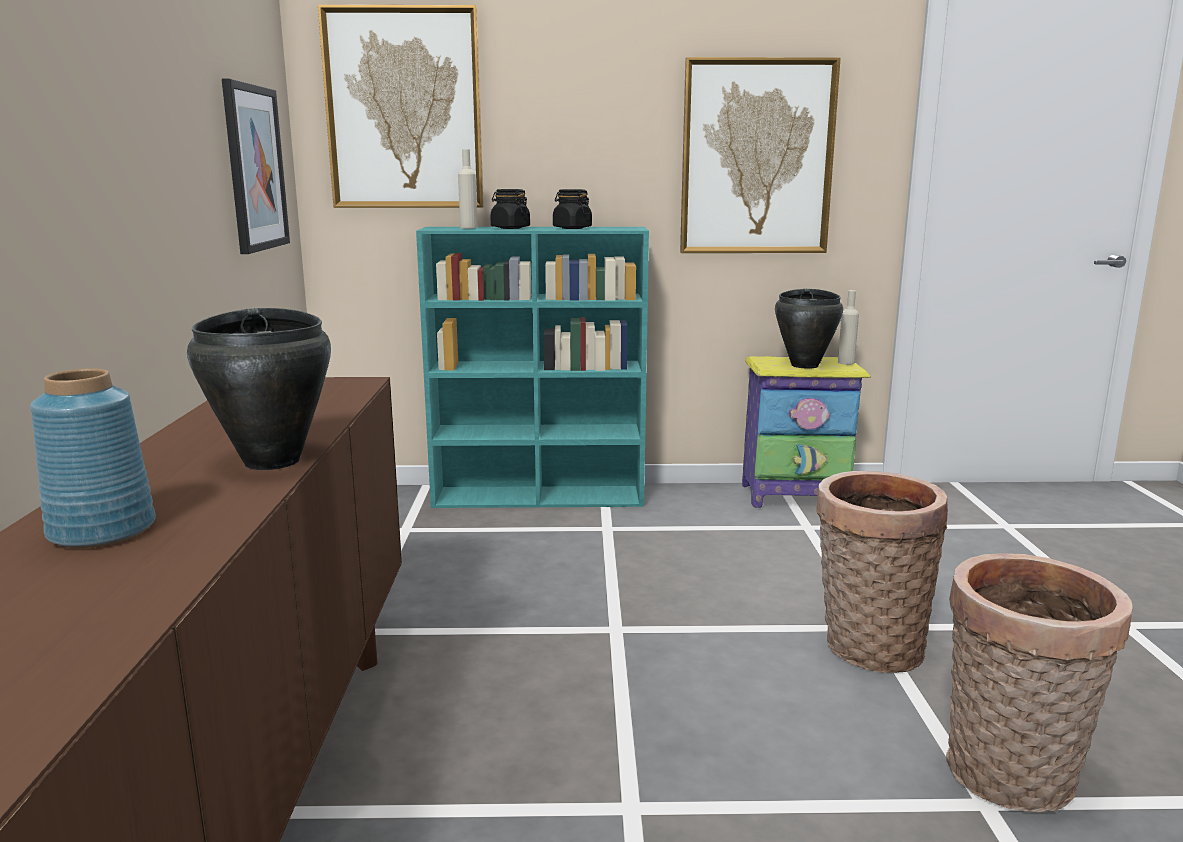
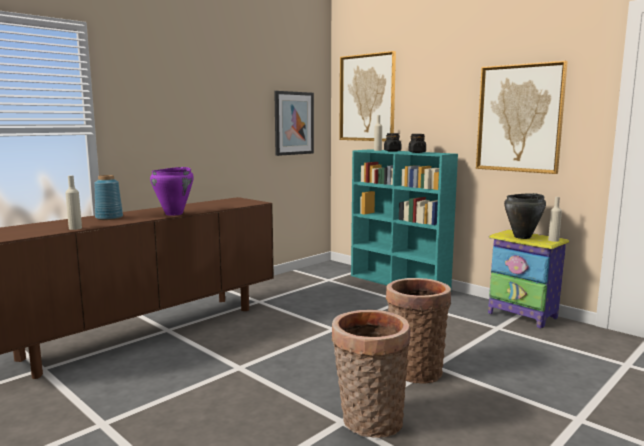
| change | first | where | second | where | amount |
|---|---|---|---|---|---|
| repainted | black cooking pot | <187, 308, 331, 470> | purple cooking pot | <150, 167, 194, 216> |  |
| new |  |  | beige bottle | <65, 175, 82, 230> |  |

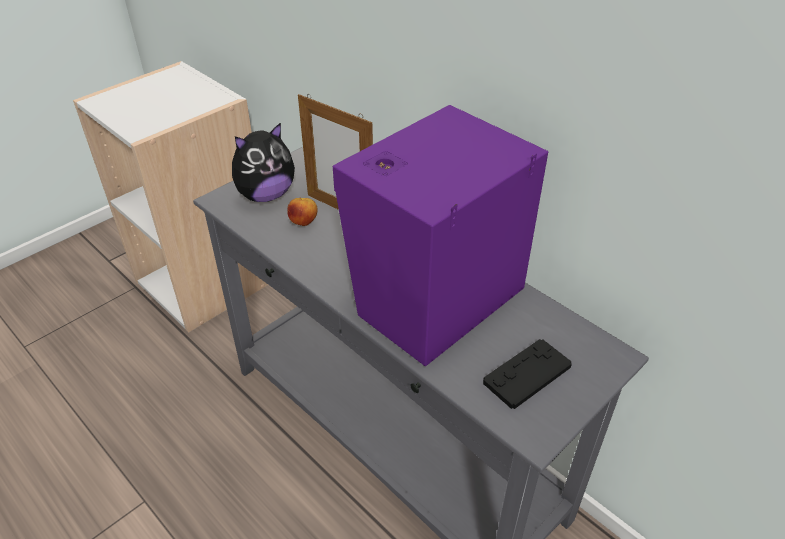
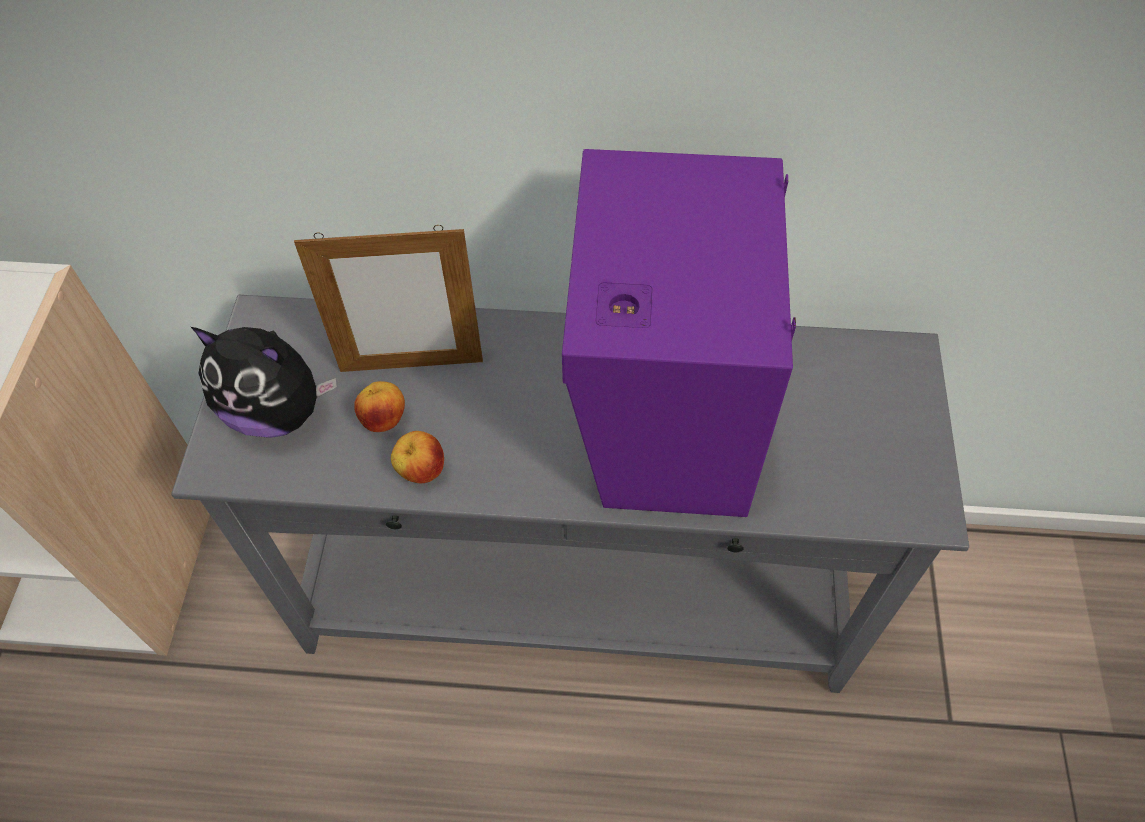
| change | first | where | second | where | amount |
|---|---|---|---|---|---|
| rotated | plush toy | <232, 122, 295, 202> |  | <191, 327, 337, 438> | 90 degrees clockwise |
| gone | black game controller | <483, 339, 572, 409> |  |  |  |
| new |  |  | apple | <391, 431, 444, 483> |  |

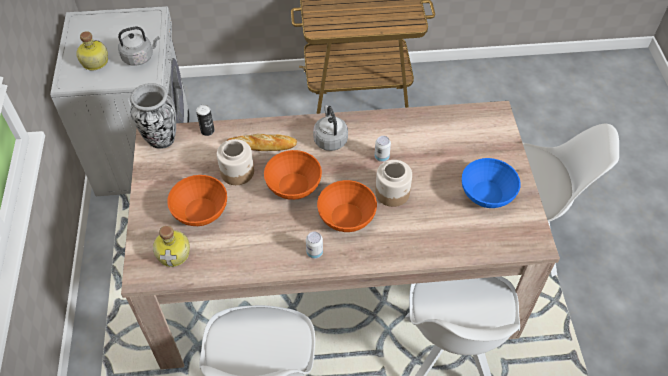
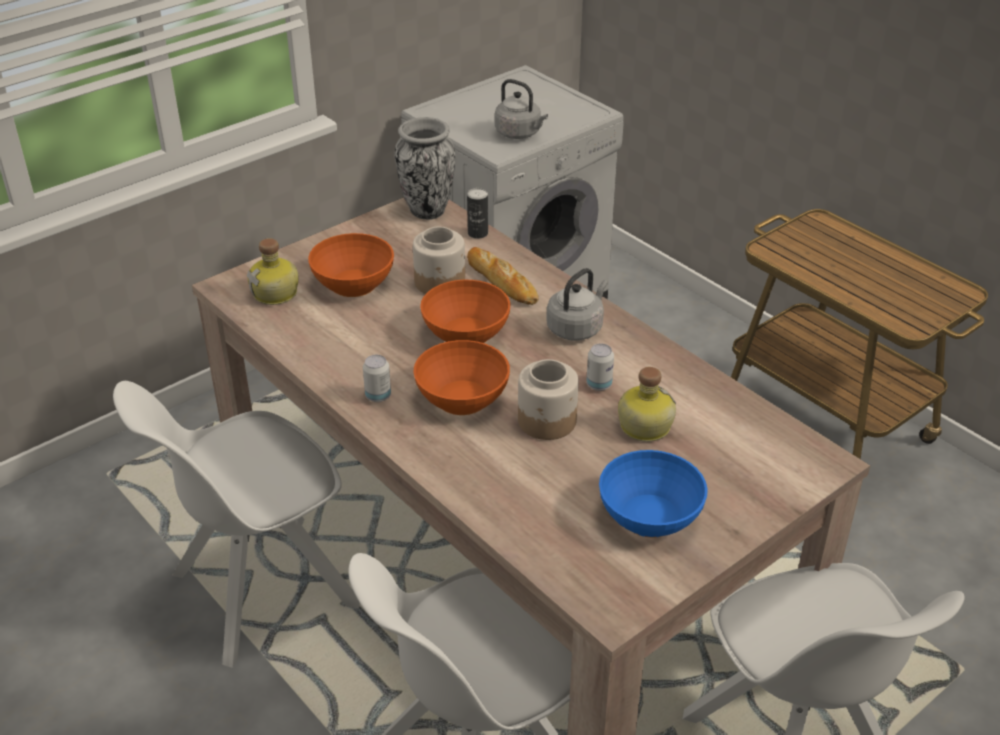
| change | first | where | second | where | amount |
|---|---|---|---|---|---|
| shifted | bottle | <76, 31, 108, 70> |  | <618, 367, 676, 442> |  |

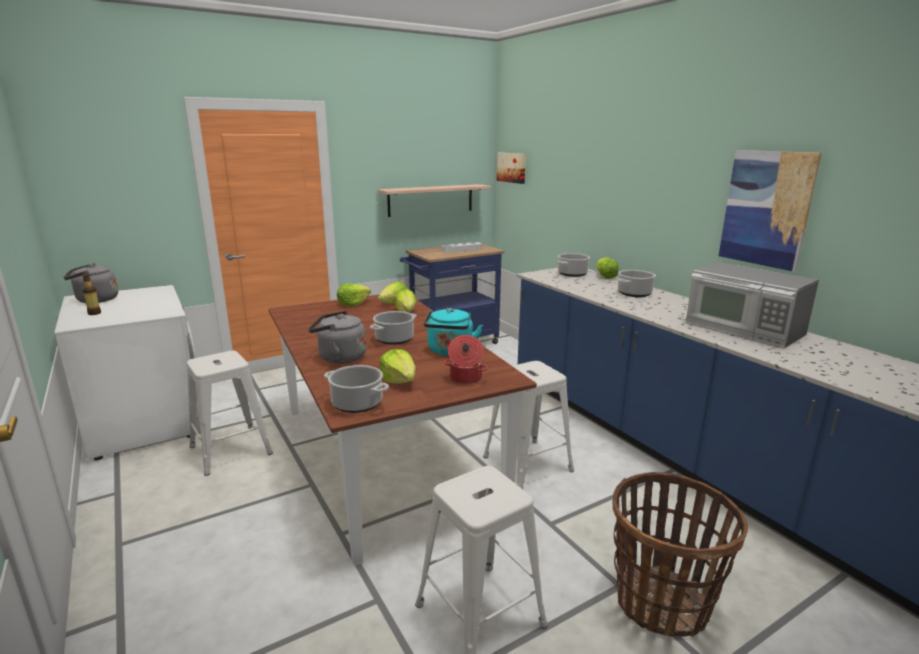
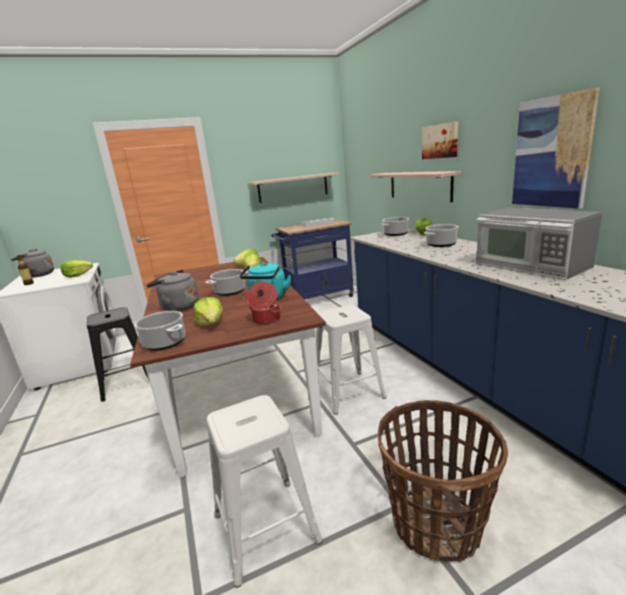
| change | first | where | second | where | amount |
|---|---|---|---|---|---|
| repainted | white stool | <187, 351, 273, 476> | black stool | <87, 307, 149, 402> |  |
| shifted | lettuce | <337, 284, 371, 306> |  | <60, 260, 93, 278> |  |
| shifted | picture | <497, 153, 526, 184> |  | <422, 121, 458, 159> |  |
| new |  |  | shelf | <370, 171, 462, 202> |  |

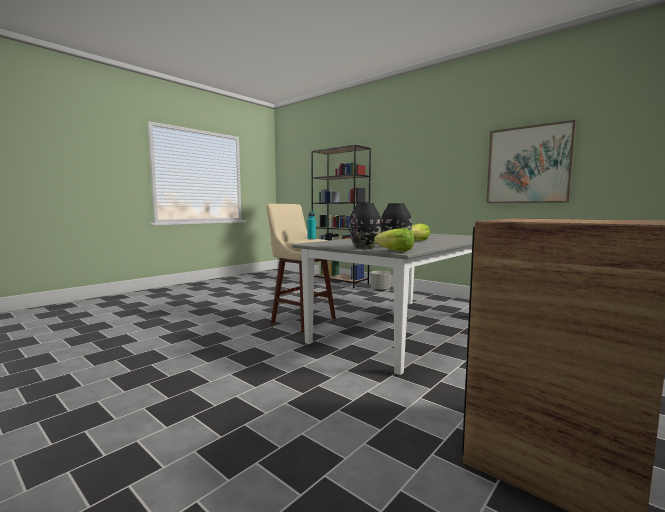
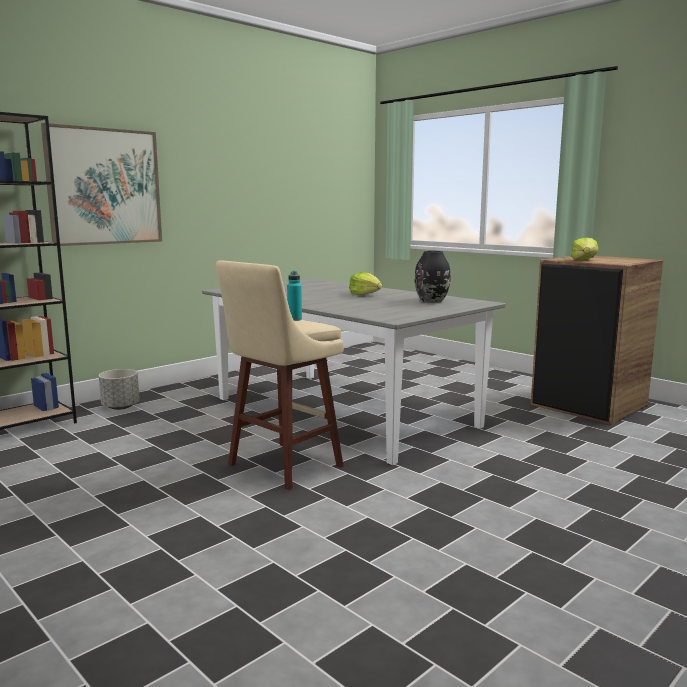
| change | first | where | second | where | amount |
|---|---|---|---|---|---|
| gone | black vase | <349, 203, 381, 249> |  |  |  |
| shifted | lettuce | <374, 228, 414, 252> |  | <571, 237, 599, 260> |  |
| shifted | picture | <486, 120, 576, 203> |  | <41, 123, 162, 246> |  |

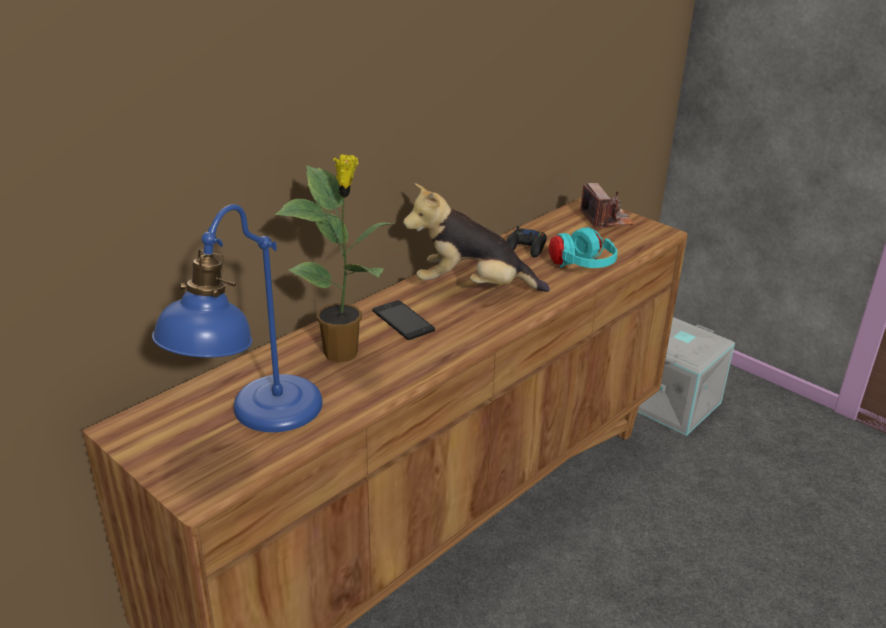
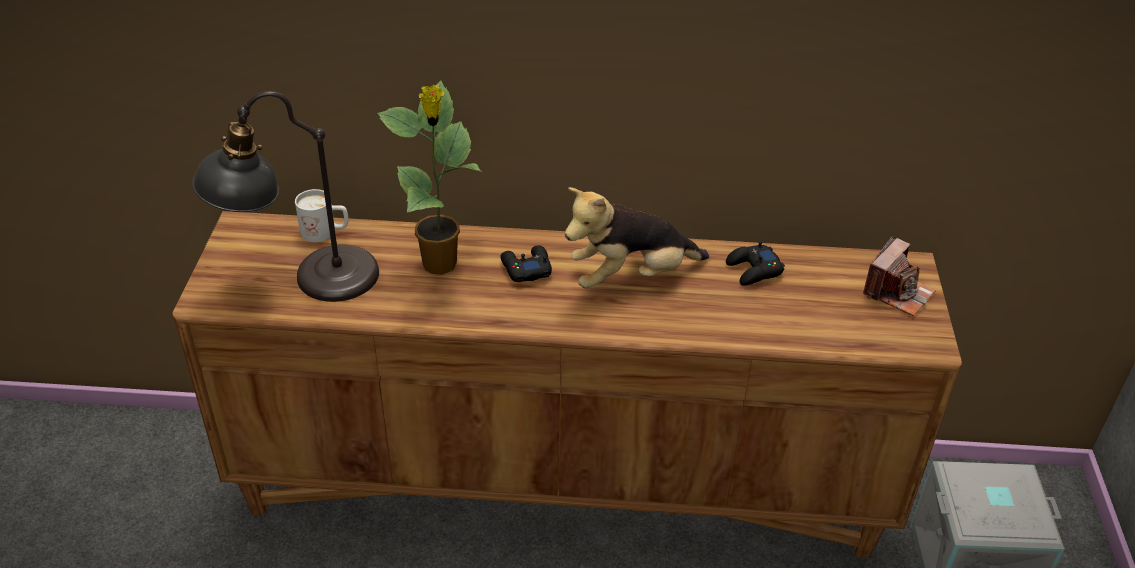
| change | first | where | second | where | amount |
|---|---|---|---|---|---|
| repainted | blue table lamp | <152, 204, 323, 432> | grey table lamp | <192, 91, 379, 302> |  |
| swapped | phone | <372, 300, 435, 340> | black game controller | <501, 245, 552, 282> |  |
| rotated | plush toy | <403, 183, 550, 292> |  | <565, 187, 709, 288> | 75 degrees counterclockwise |
| gone | turquoise headphones | <549, 227, 618, 268> |  |  |  |
| new |  |  | white mug | <295, 189, 349, 242> |  |

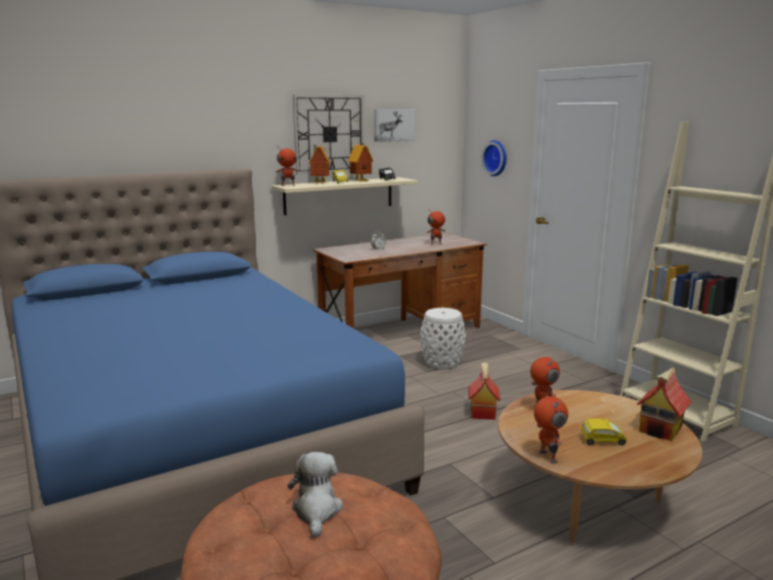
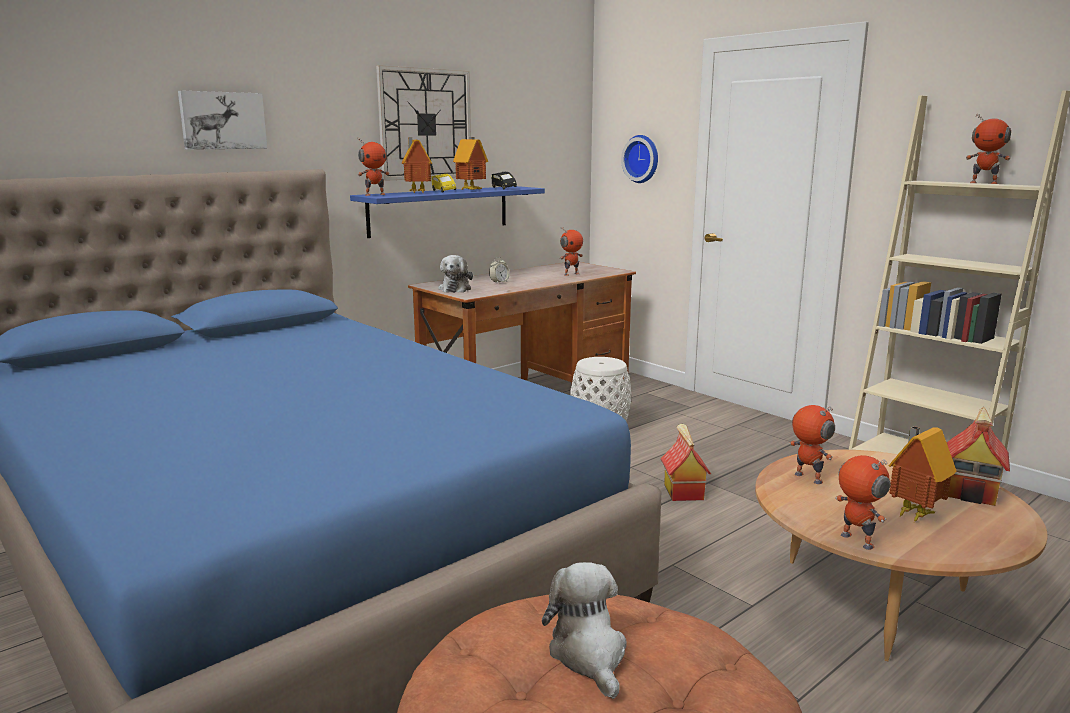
| change | first | where | second | where | amount |
|---|---|---|---|---|---|
| repainted | beige shelf | <272, 177, 418, 215> | blue shelf | <350, 186, 545, 238> |  |
| shifted | picture | <374, 109, 415, 142> |  | <178, 90, 267, 150> |  |
| swapped | yellow toy car | <581, 418, 627, 445> | toy house | <888, 426, 956, 522> |  |
| new |  |  | plush toy | <438, 255, 473, 293> |  |
| new |  |  | toy robot | <966, 113, 1011, 184> |  |

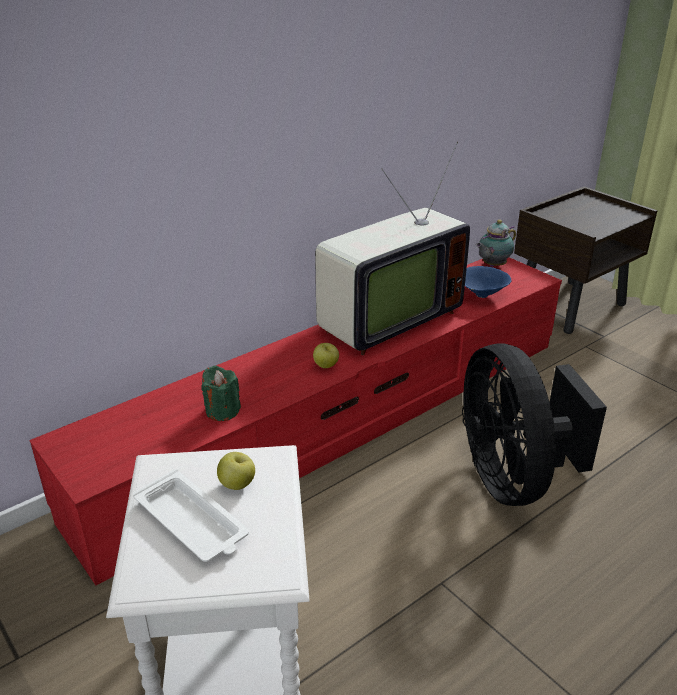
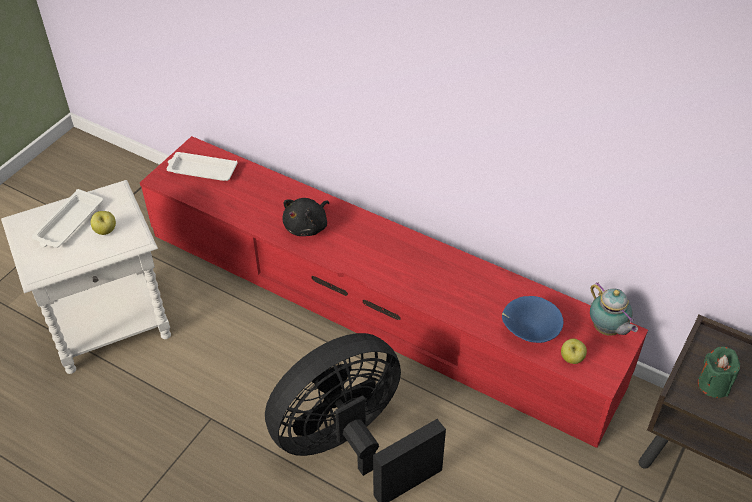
| change | first | where | second | where | amount |
|---|---|---|---|---|---|
| shifted | green candle | <201, 366, 241, 421> |  | <698, 346, 740, 398> |  |
| shifted | apple | <313, 343, 339, 368> |  | <561, 339, 587, 364> |  |
| gone | television | <315, 142, 470, 355> |  |  |  |
| rotated | teapot | <476, 220, 516, 267> |  | <590, 282, 638, 336> | 150 degrees counterclockwise |
| new |  |  | white tray | <167, 152, 237, 181> |  |
| new |  |  | black plush toy | <282, 198, 329, 236> |  |

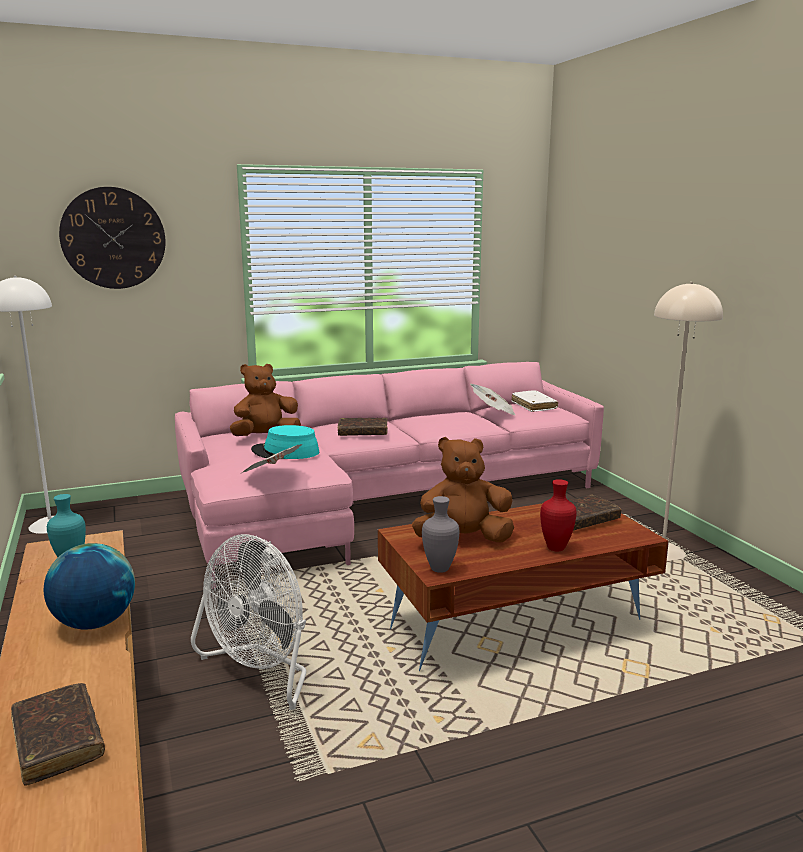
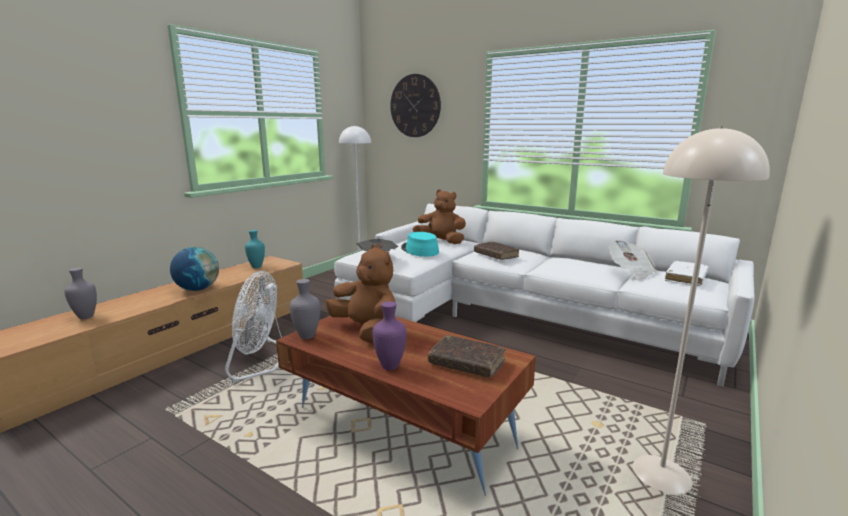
| change | first | where | second | where | amount |
|---|---|---|---|---|---|
| swapped | brown book | <11, 683, 105, 786> | grey vase | <64, 268, 97, 319> |  |
| repainted | pink sofa | <175, 362, 604, 589> | white sofa | <334, 204, 755, 387> |  |
| repainted | red vase | <540, 479, 576, 551> | purple vase | <373, 301, 407, 370> |  |

